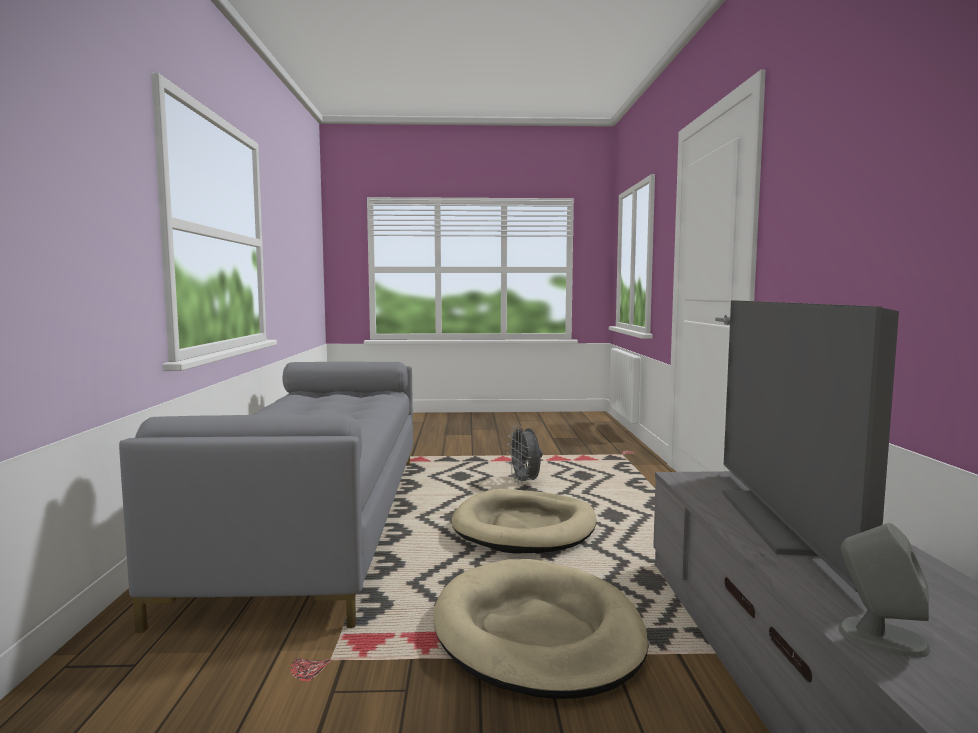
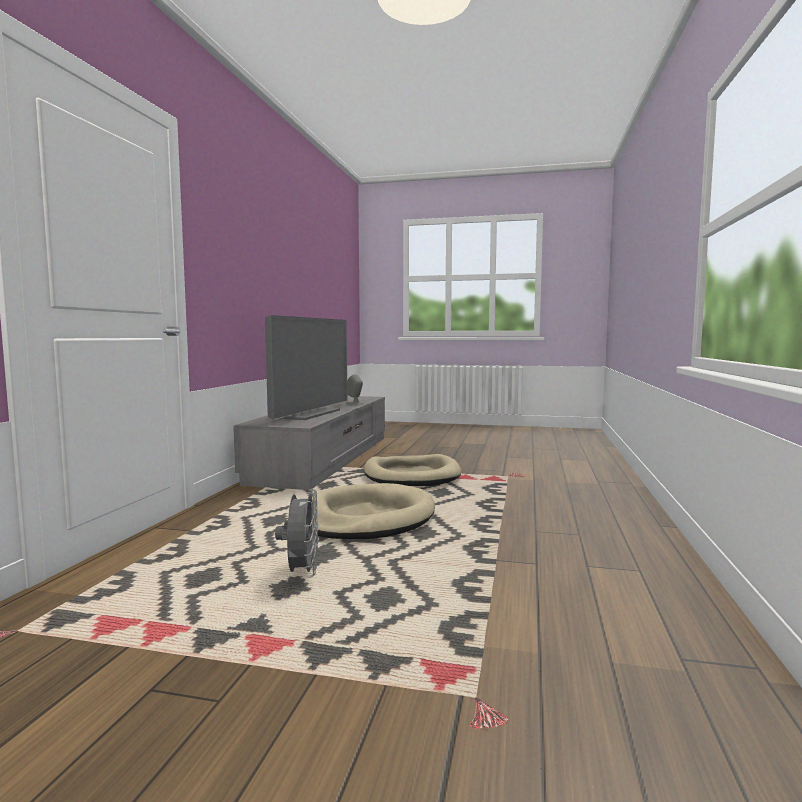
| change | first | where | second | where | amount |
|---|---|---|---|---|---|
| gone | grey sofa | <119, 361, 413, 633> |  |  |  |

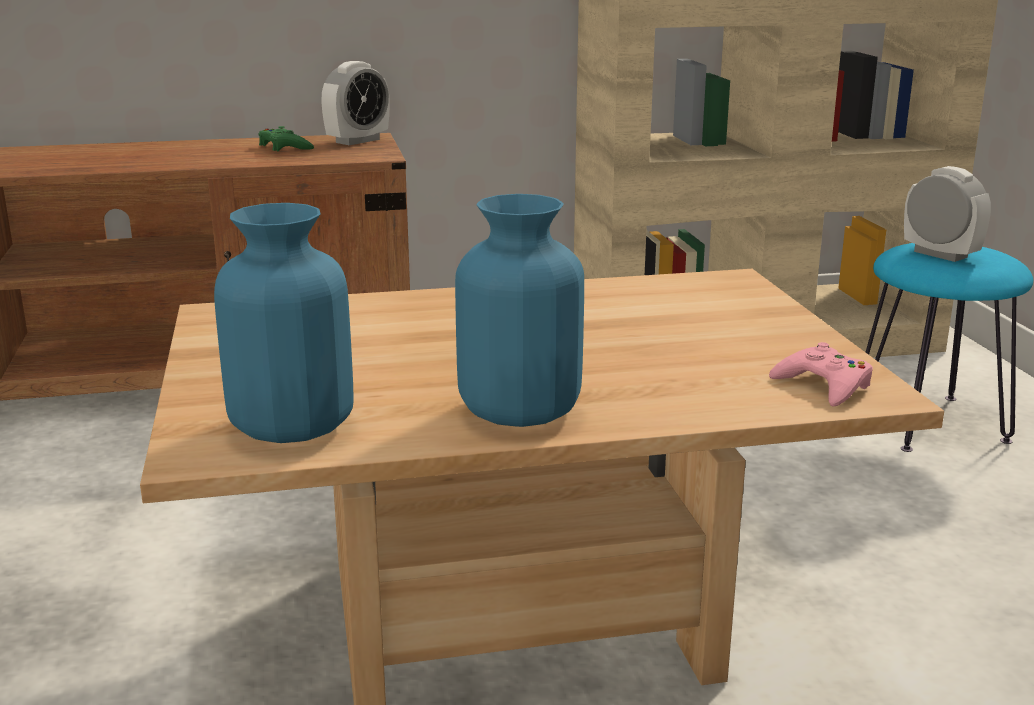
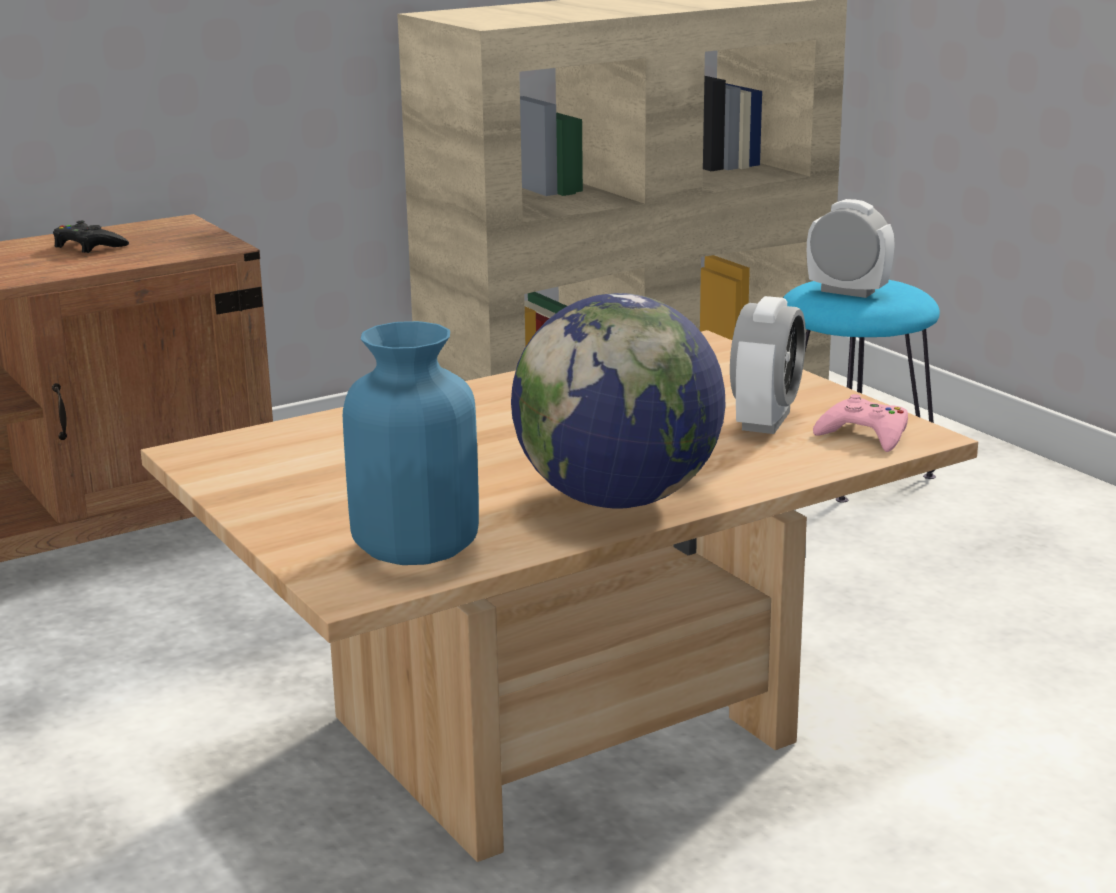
| change | first | where | second | where | amount |
|---|---|---|---|---|---|
| repainted | green game controller | <259, 126, 314, 152> | black game controller | <53, 221, 129, 253> |  |
| shifted | alarm clock | <321, 61, 390, 145> |  | <730, 296, 806, 434> |  |
| swapped | blue vase | <455, 194, 584, 427> | globe | <511, 293, 726, 509> |  |

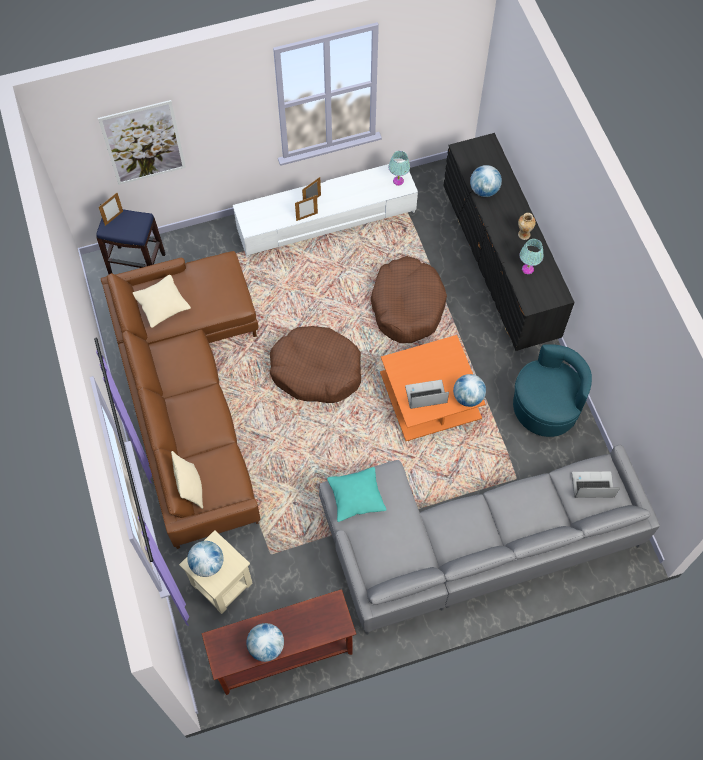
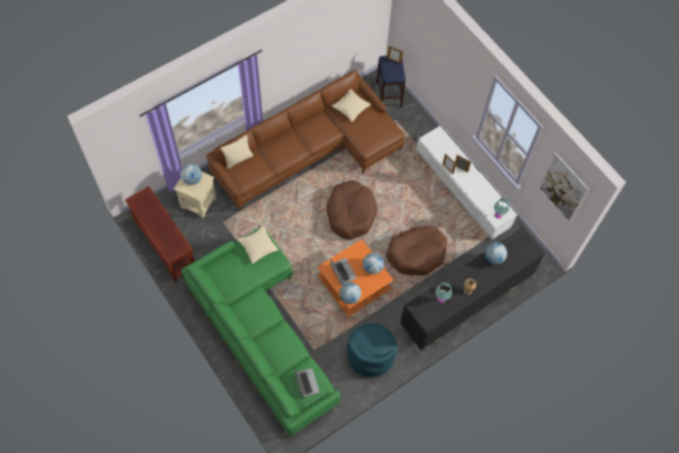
| change | first | where | second | where | amount |
|---|---|---|---|---|---|
| shifted | picture | <98, 100, 186, 185> |  | <538, 152, 589, 224> |  |
| shifted | globe | <246, 623, 284, 662> |  | <363, 253, 384, 274> |  |
| repainted | grey sofa | <319, 445, 660, 635> | green sofa | <181, 227, 341, 437> |  |
| repainted | turquoise pillow | <327, 467, 387, 522> | beige pillow | <237, 226, 278, 264> |  |
| rotated | turquoise armchair | <513, 344, 592, 437> |  | <347, 323, 397, 377> | 60 degrees clockwise |

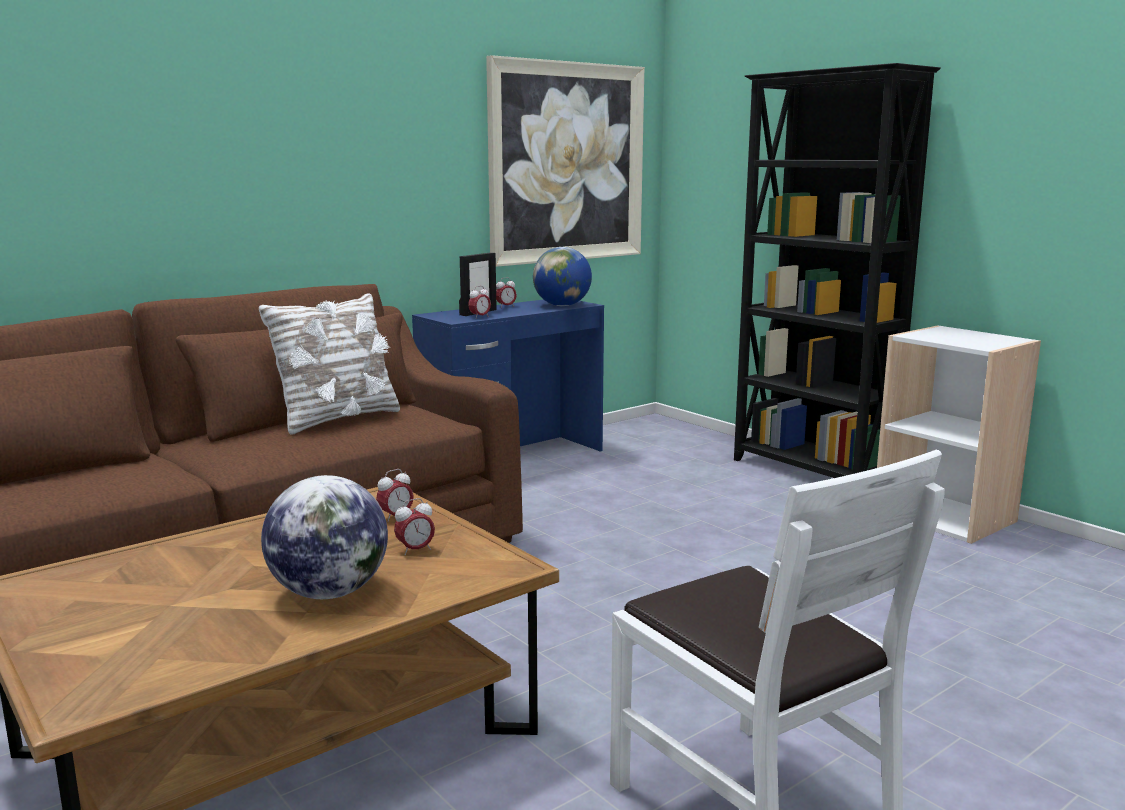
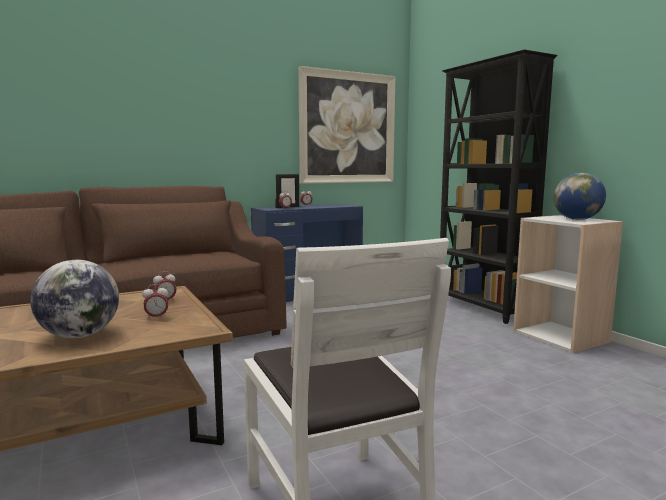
| change | first | where | second | where | amount |
|---|---|---|---|---|---|
| gone | white pillow | <259, 293, 400, 435> |  |  |  |
| shifted | globe | <533, 247, 592, 306> |  | <553, 173, 606, 220> |  |

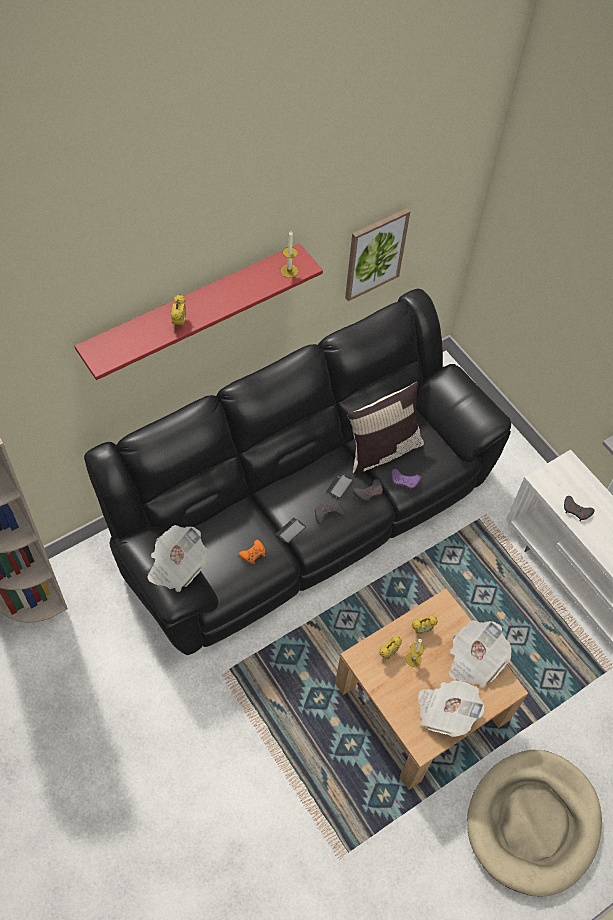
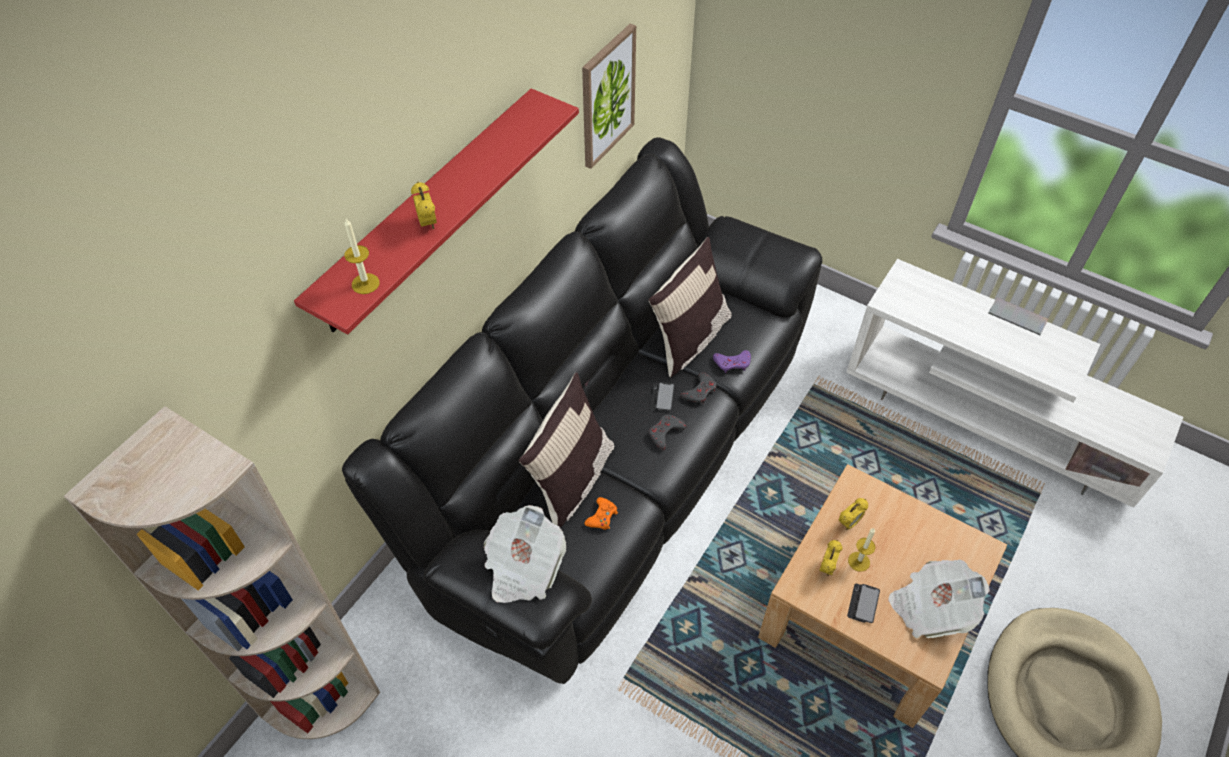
| change | first | where | second | where | amount |
|---|---|---|---|---|---|
| shifted | phone | <276, 518, 306, 543> |  | <847, 584, 880, 623> |  |
| shifted | candle | <281, 231, 298, 278> |  | <344, 219, 379, 294> |  |
| gone | newspaper | <449, 620, 512, 688> |  |  |  |
| gone | grey game controller | <564, 496, 594, 521> |  |  |  |
| new |  |  | pillow | <519, 372, 614, 527> |  |

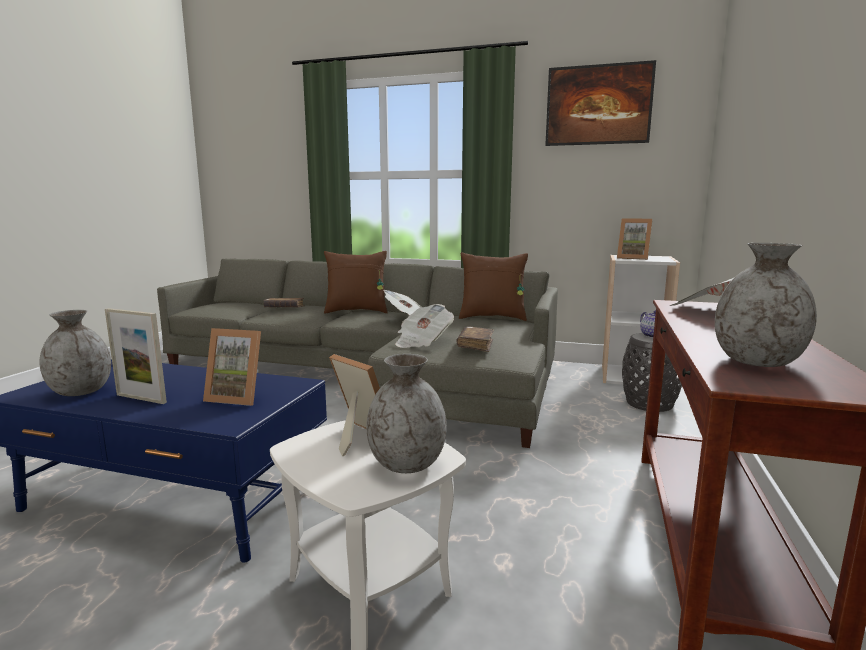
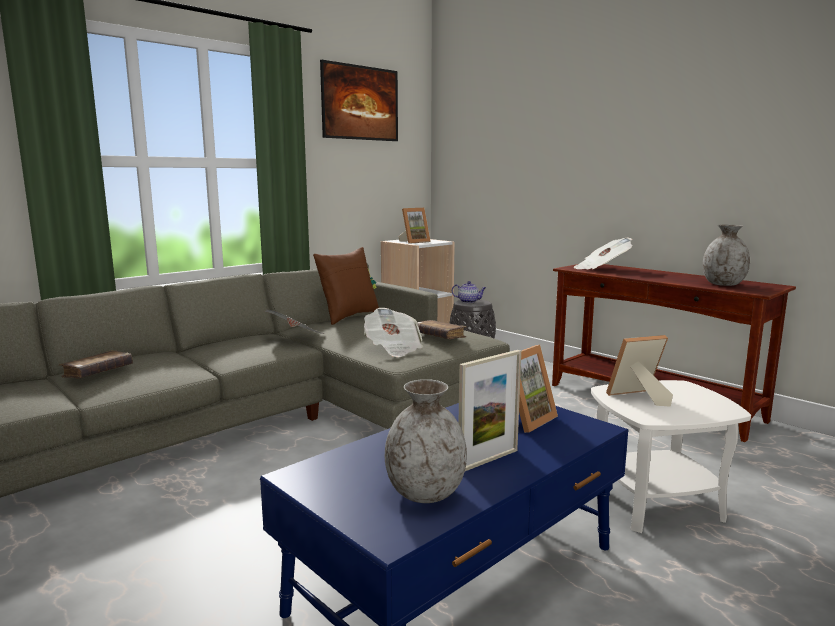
| change | first | where | second | where | amount |
|---|---|---|---|---|---|
| gone | brown pillow | <324, 251, 388, 314> |  |  |  |
| gone | grey vase | <367, 354, 447, 473> |  |  |  |

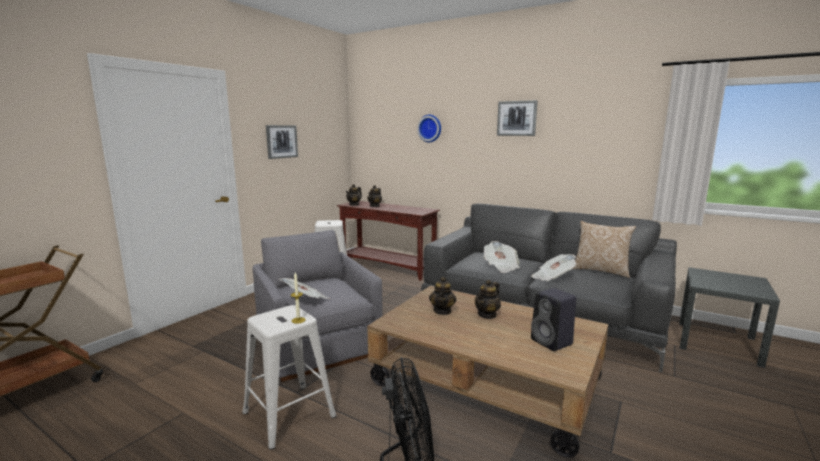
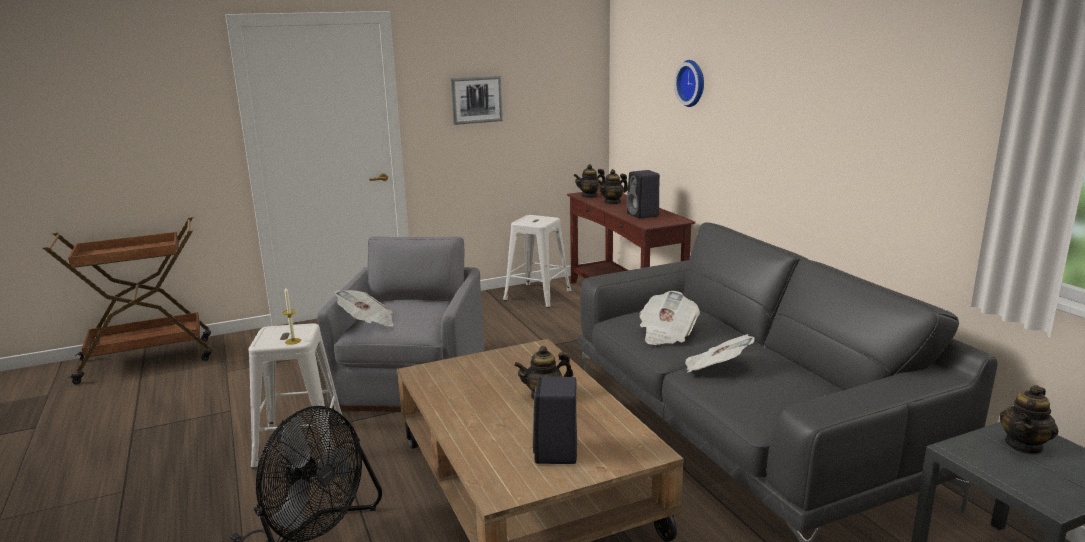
| change | first | where | second | where | amount |
|---|---|---|---|---|---|
| shifted | teapot | <429, 277, 456, 315> |  | <1000, 385, 1059, 455> |  |
| gone | picture | <497, 100, 538, 136> |  |  |  |
| gone | pillow | <573, 221, 636, 278> |  |  |  |
| new |  |  | black speaker | <626, 170, 660, 219> |  |

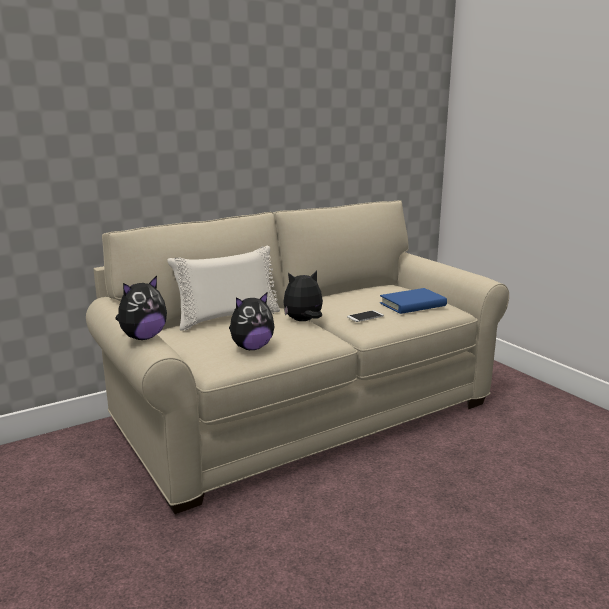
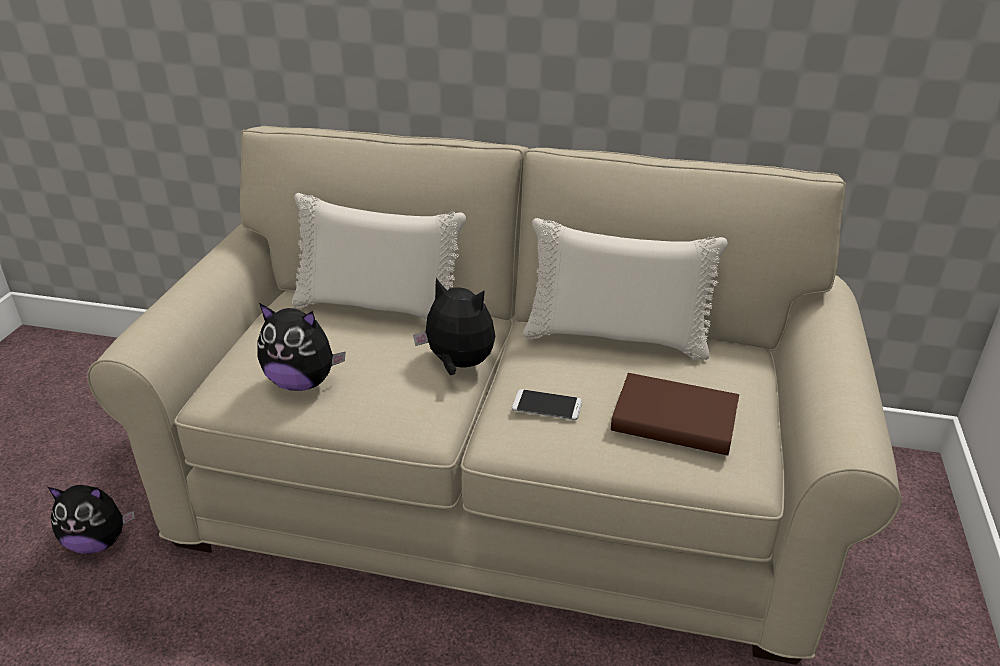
| change | first | where | second | where | amount |
|---|---|---|---|---|---|
| shifted | plush toy | <116, 276, 167, 340> |  | <48, 485, 135, 554> |  |
| repainted | blue book | <380, 288, 447, 314> | brown book | <611, 373, 739, 455> |  |
| new |  |  | white pillow | <523, 218, 728, 361> |  |

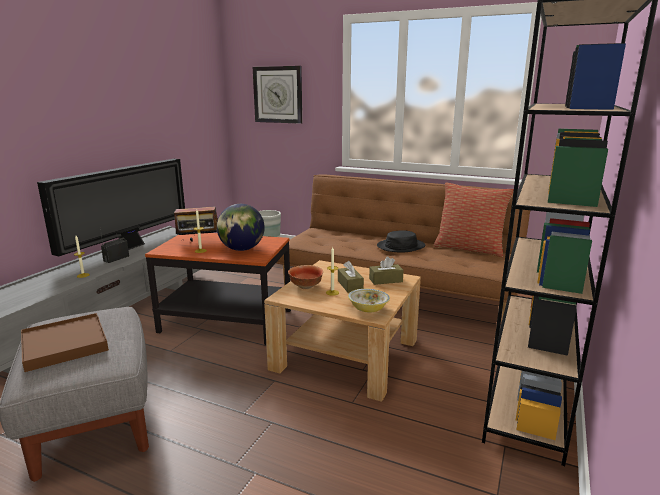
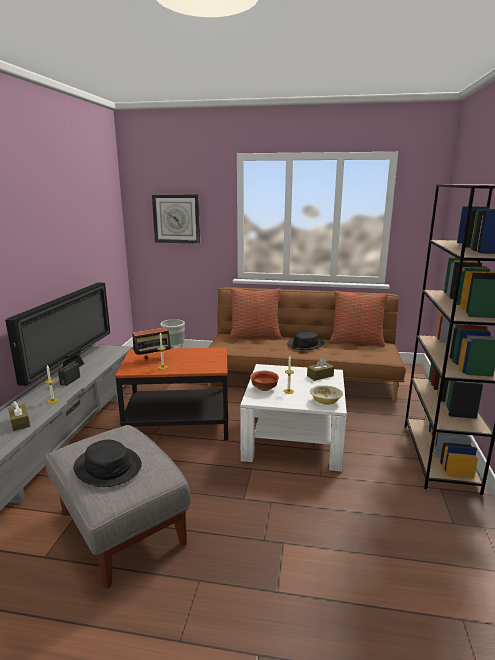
| change | first | where | second | where | amount |
|---|---|---|---|---|---|
| swapped | brown tray | <21, 313, 109, 372> | black hat | <73, 440, 142, 487> |  |
| gone | globe | <217, 204, 265, 251> |  |  |  |
| repainted | brown coffee table | <264, 260, 421, 402> | white coffee table | <240, 364, 347, 472> |  |
| shifted | brown tissue box | <338, 261, 364, 293> |  | <8, 401, 30, 431> |  |
| new |  |  | pillow | <230, 288, 281, 339> |  |

